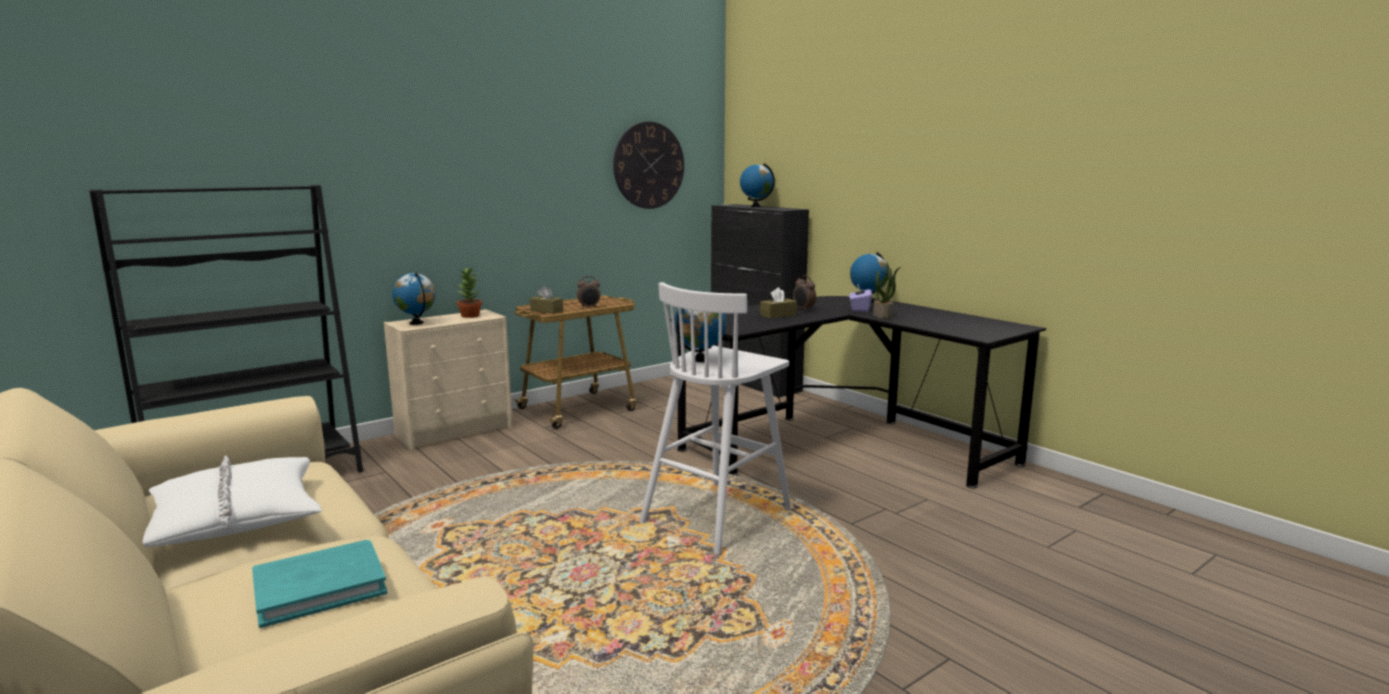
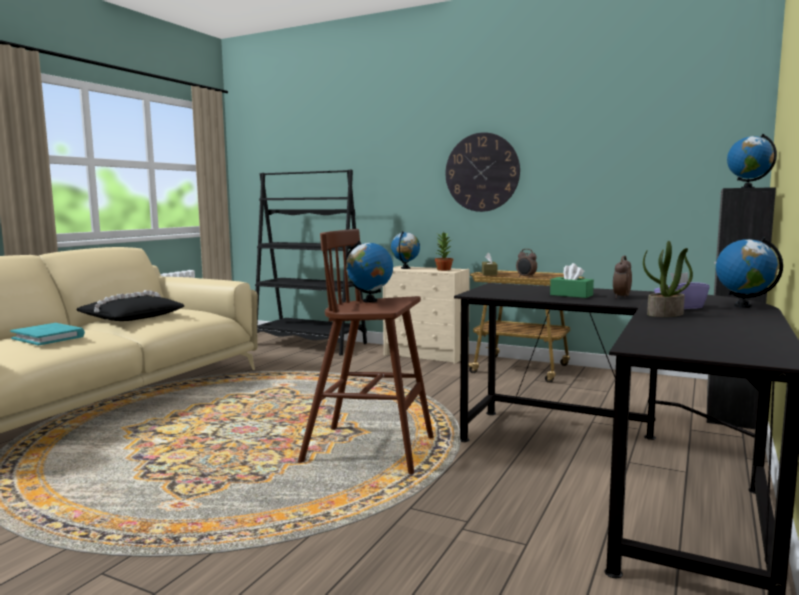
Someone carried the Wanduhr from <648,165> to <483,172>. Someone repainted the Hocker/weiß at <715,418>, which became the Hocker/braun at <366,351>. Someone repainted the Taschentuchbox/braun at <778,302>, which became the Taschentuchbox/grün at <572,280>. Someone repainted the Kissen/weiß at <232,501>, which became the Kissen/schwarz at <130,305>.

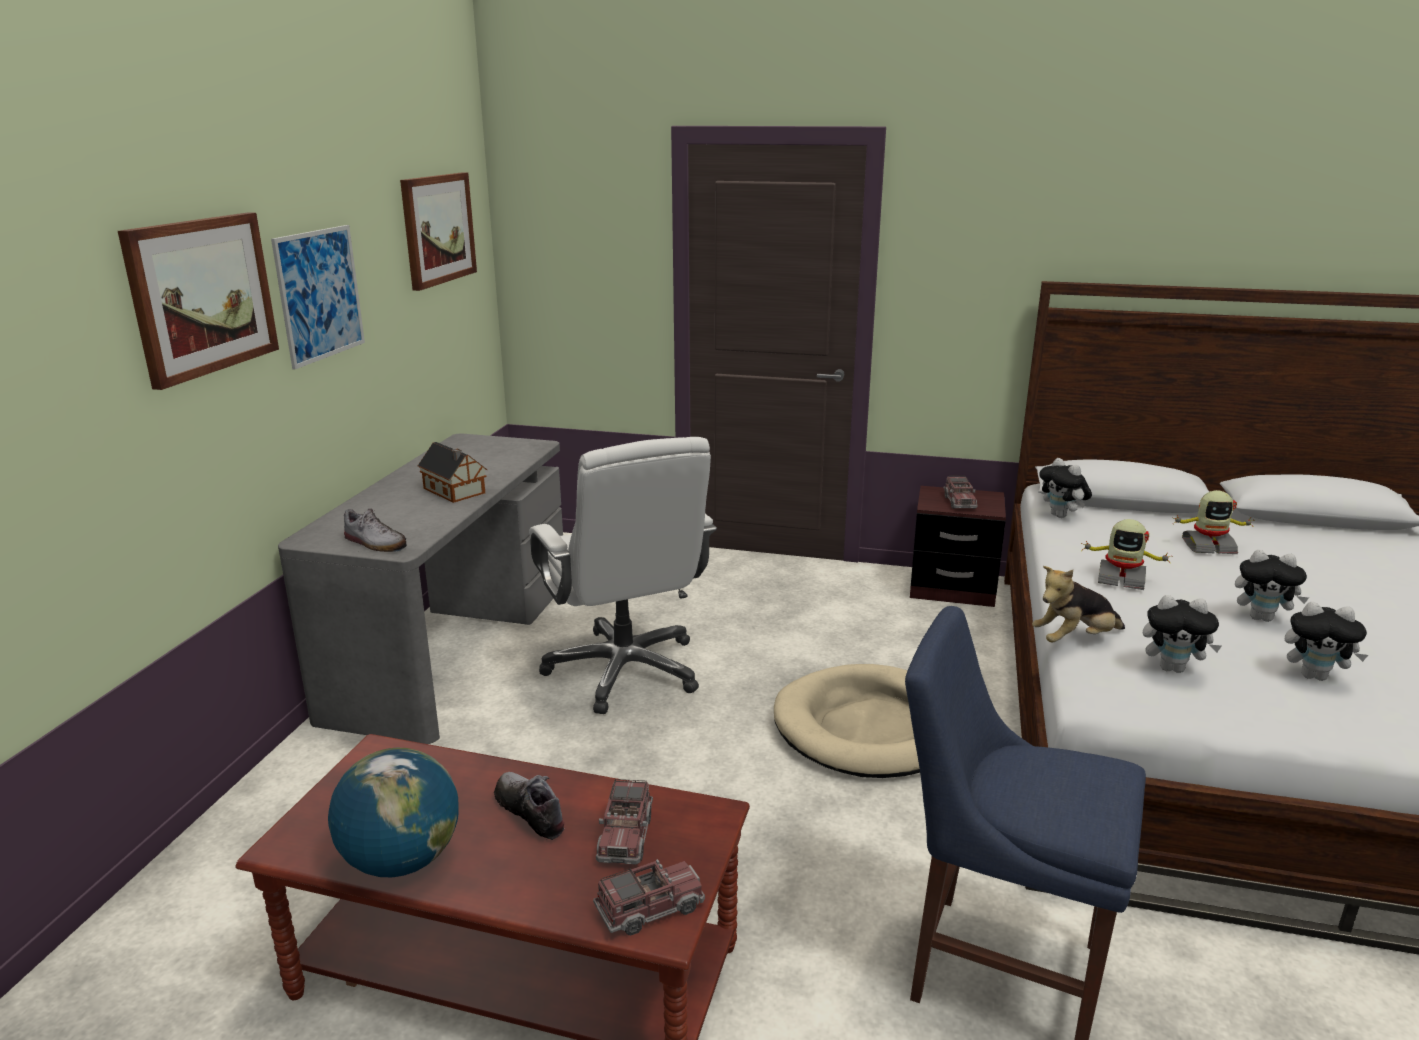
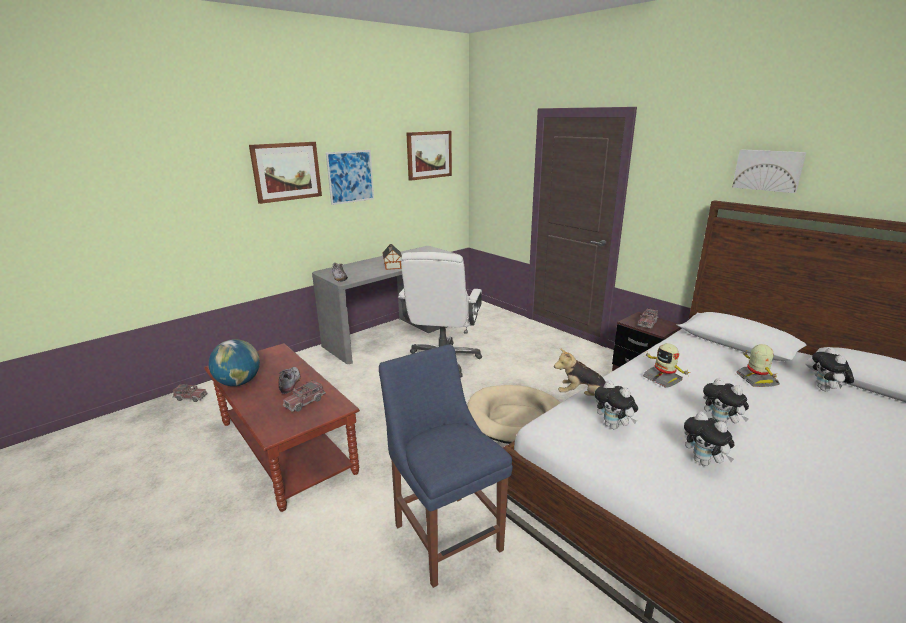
Someone carried the Plüschtier from <1065,488> to <833,369>. Someone rotated the Spielzeugroboter at <1213,522> by 135 degrees counterclockwise. Someone carried the Spielzeuglaster from <649,897> to <190,393>. Someone put up the Bild at <769,171>.

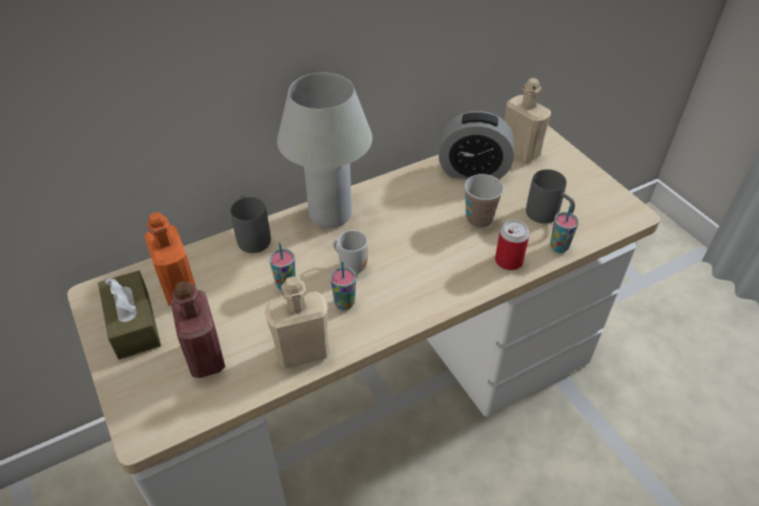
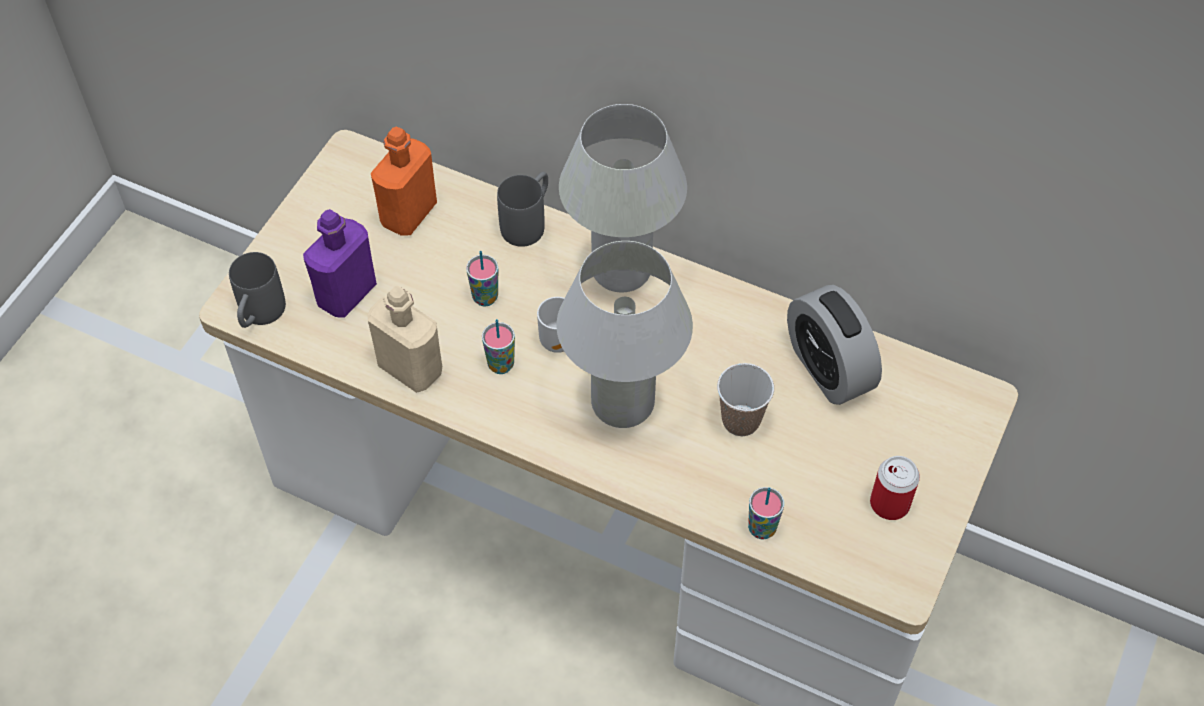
Someone took away the Flasche/beige at <528,120>. Someone carried the Henkelbecher/grau from <550,196> to <257,290>. Someone carried the Dose from <512,245> to <895,488>. Someone took away the Taschentuchbox/braun at <129,315>. Someone repainted the Flasche/rot at <197,329>, which became the Flasche/lila at <340,263>. Someone put down the Tischlampe/weiß at <625,334>.

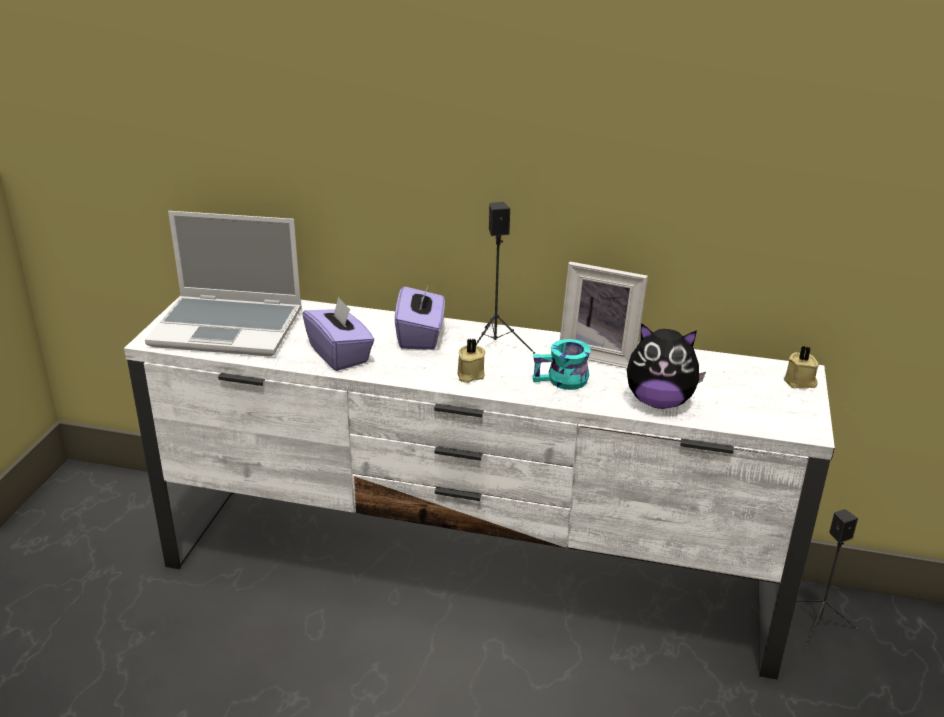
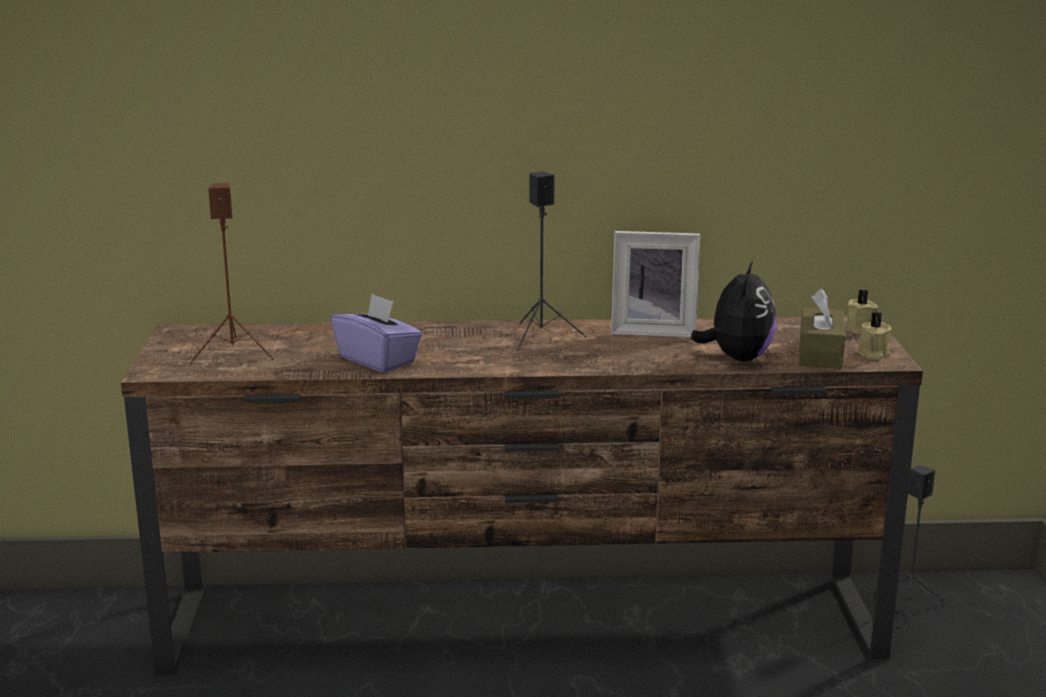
Someone swapped the Laptop at <223,283> for the Lautsprecher/braun at <232,273>. Someone took away the Taschentuchbox/lila at <420,317>. Someone repainted the Fernsehschrank/weiß at <479,487>, which became the Fernsehschrank/braun at <522,495>. Someone rotated the Plüschtier at <666,366> by 75 degrees counterclockwise. Someone carried the Kerze/beige from <472,360> to <873,336>. Someone took away the Henkelbecher/türkis at <562,364>. Someone put down the Taschentuchbox/braun at <822,329>.

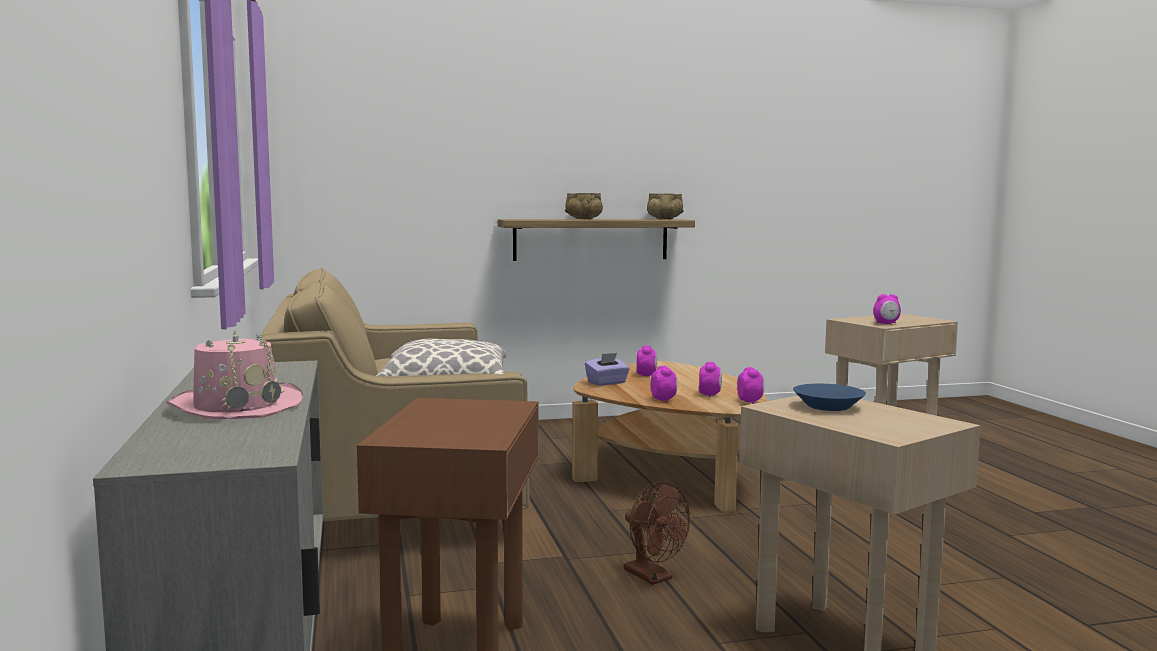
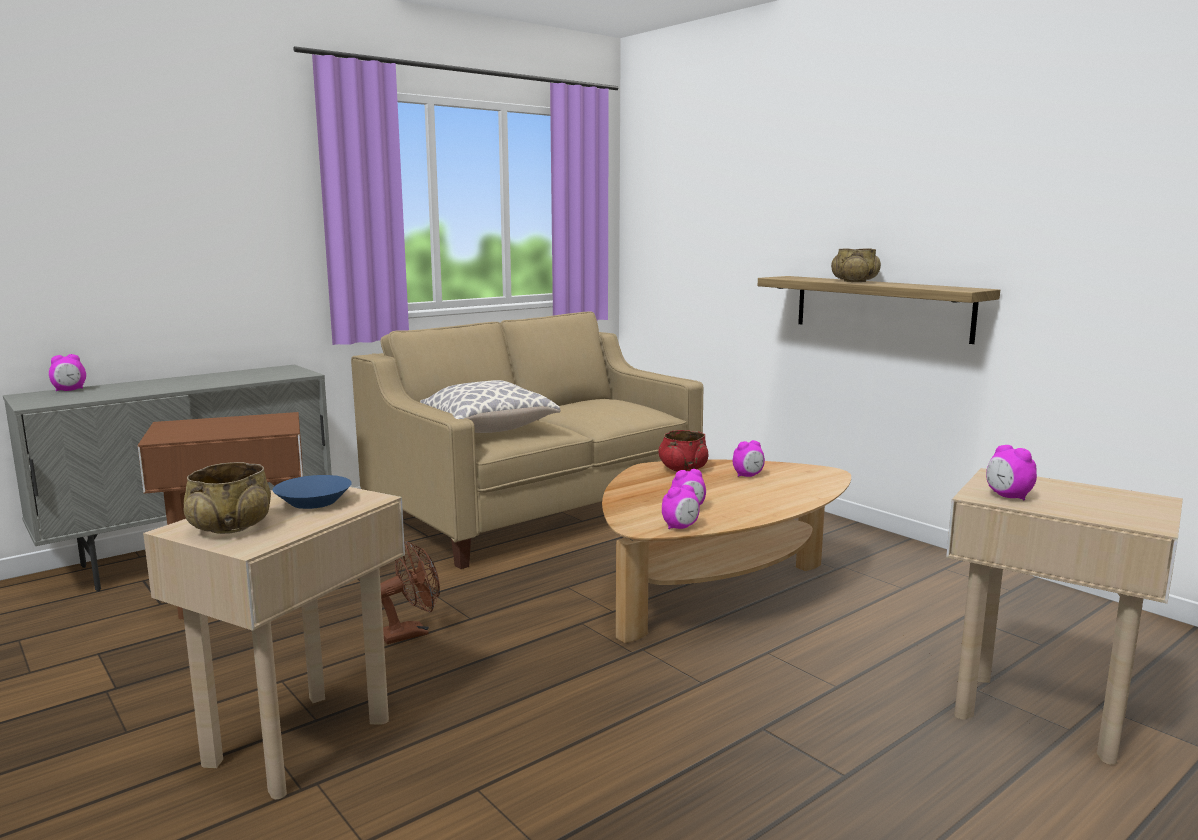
Someone carried the Schüssel/beige from <665,206> to <227,498>. Someone took away the Hut/rosa at <234,375>. Someone swapped the Taschentuchbox/lila at <607,369> for the Schüssel/rot at <683,451>. Someone carried the Wecker from <664,384> to <67,372>. Someone rotated the Ventilator/braun at <657,533> by 150 degrees counterclockwise.

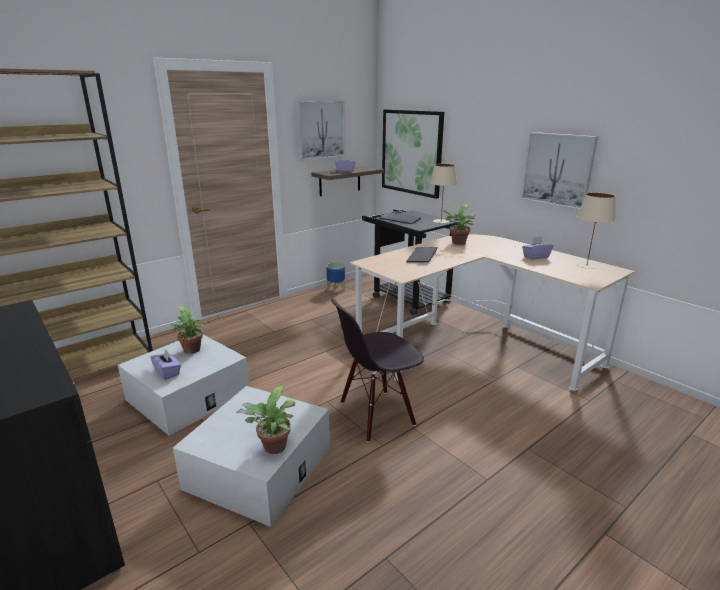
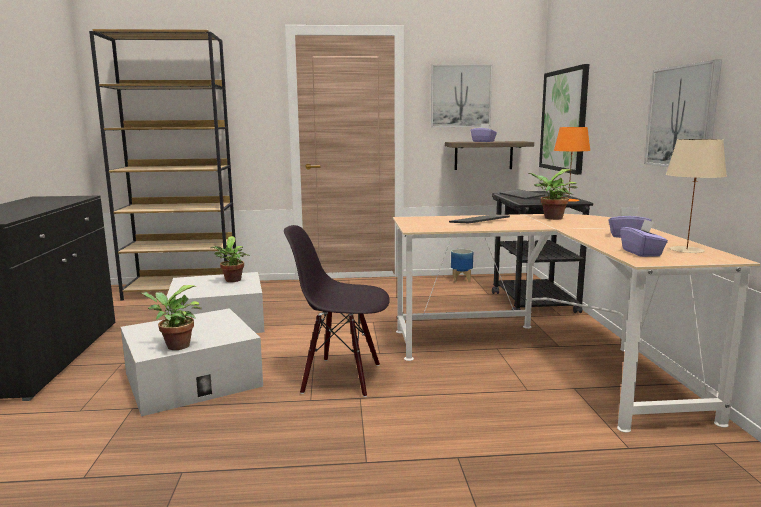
Someone repainted the Tischlampe/beige at <443,193>, which became the Tischlampe/orange at <572,164>. Someone carried the Taschentuchbox/lila from <165,364> to <644,238>.

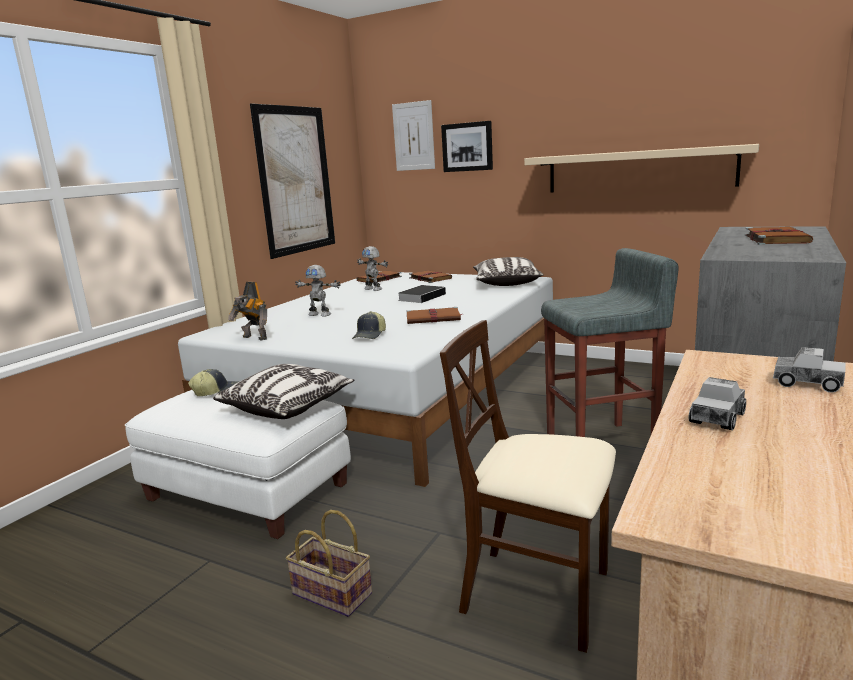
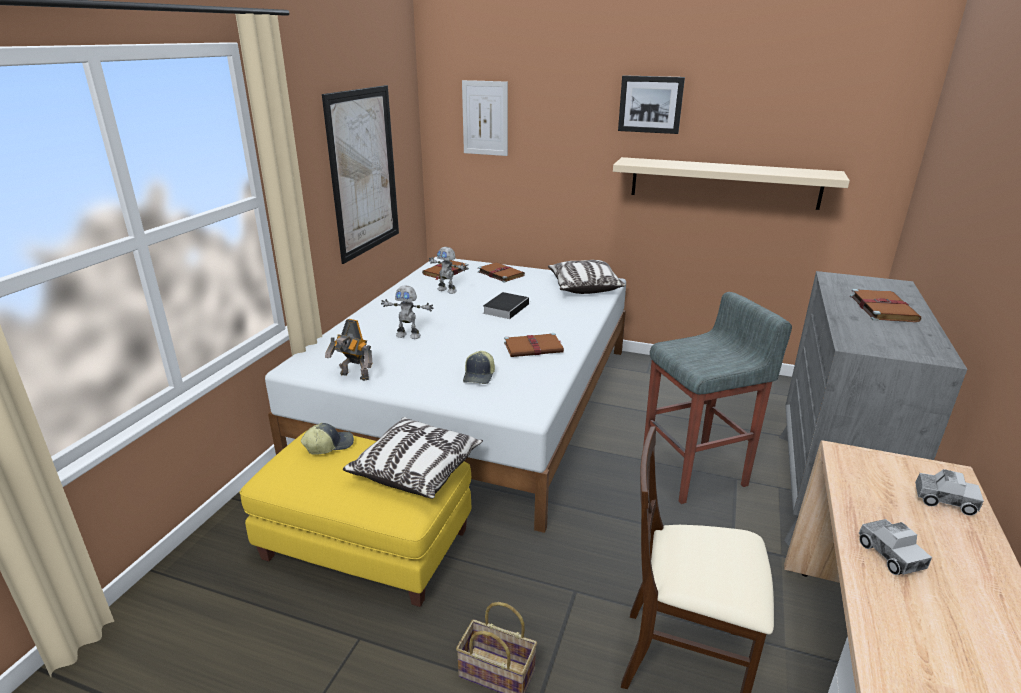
Someone carried the Bild from <467,146> to <651,104>. Someone rotated the Spielzeuglaster at <717,403> by 45 degrees counterclockwise. Someone repainted the Polsterhocker/weiß at <238,464>, which became the Polsterhocker/gelb at <355,519>.

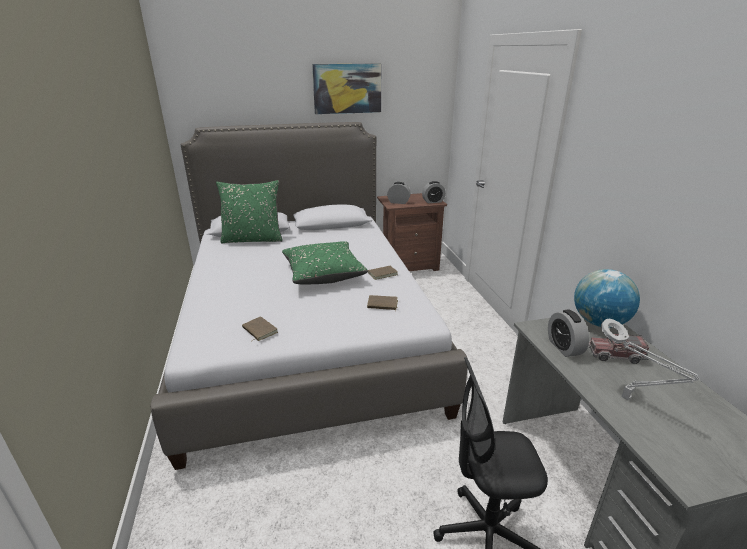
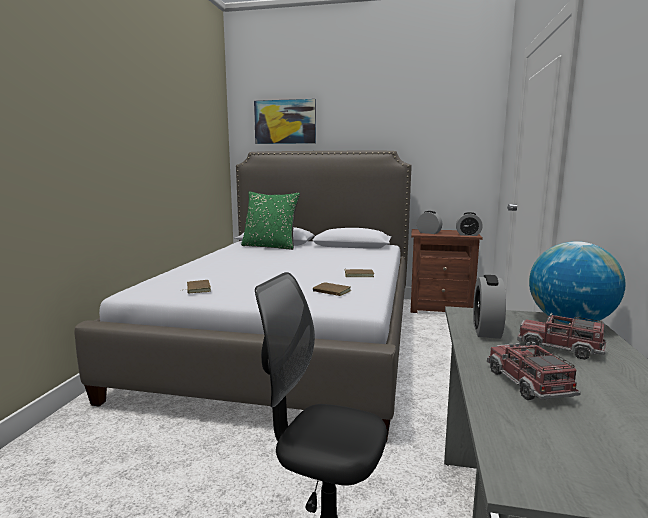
Someone carried the Bild from <346,89> to <285,121>. Someone took away the Kissen/grün at <325,263>. Someone swapped the Tischlampe/grau at <650,359> for the Spielzeuglaster at <534,371>.

